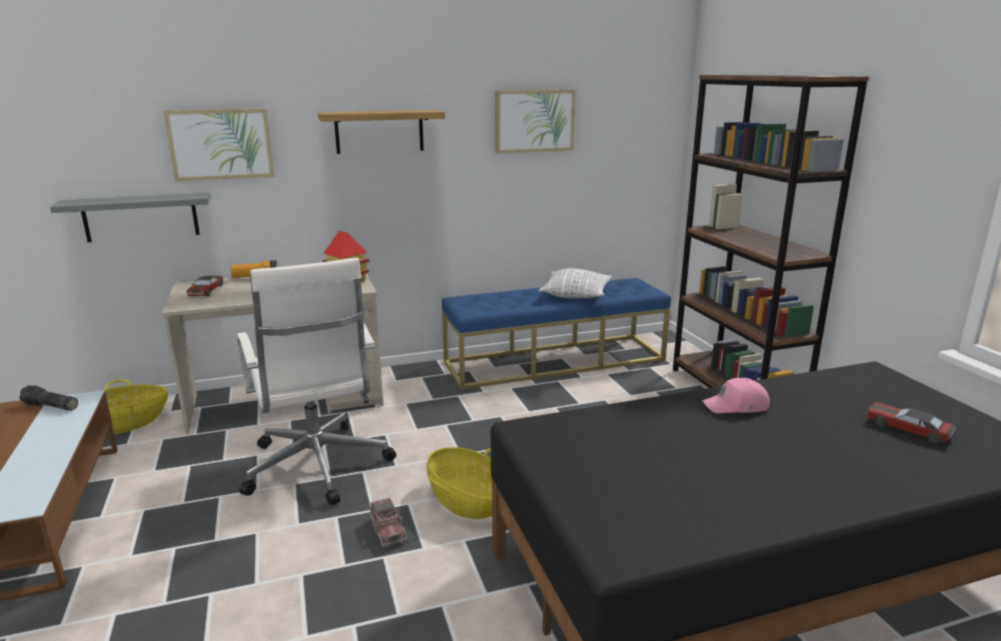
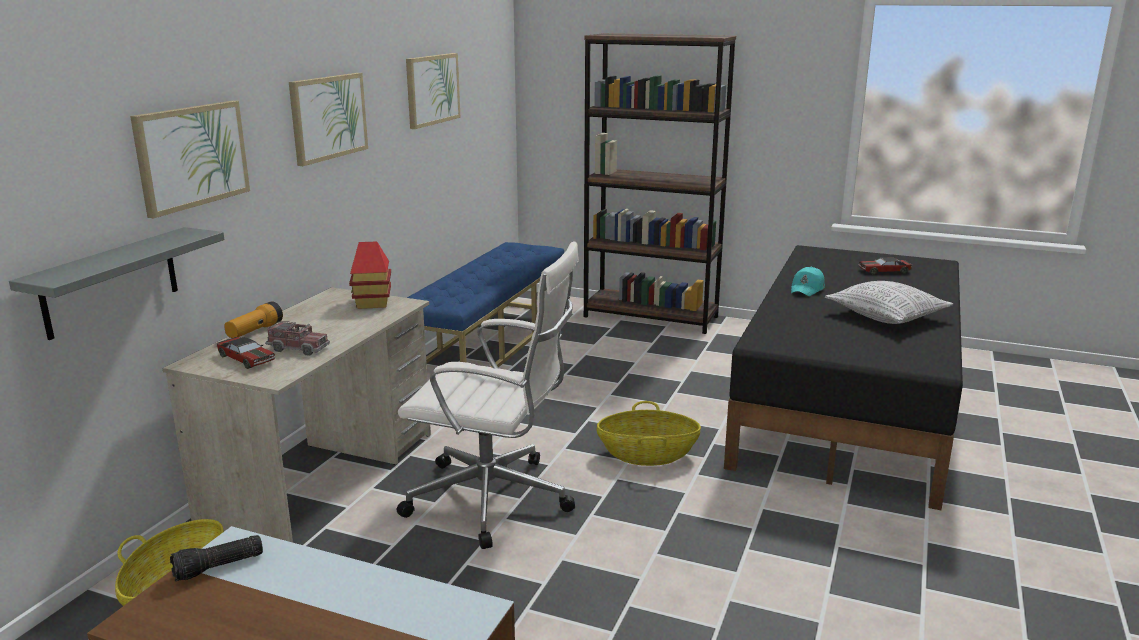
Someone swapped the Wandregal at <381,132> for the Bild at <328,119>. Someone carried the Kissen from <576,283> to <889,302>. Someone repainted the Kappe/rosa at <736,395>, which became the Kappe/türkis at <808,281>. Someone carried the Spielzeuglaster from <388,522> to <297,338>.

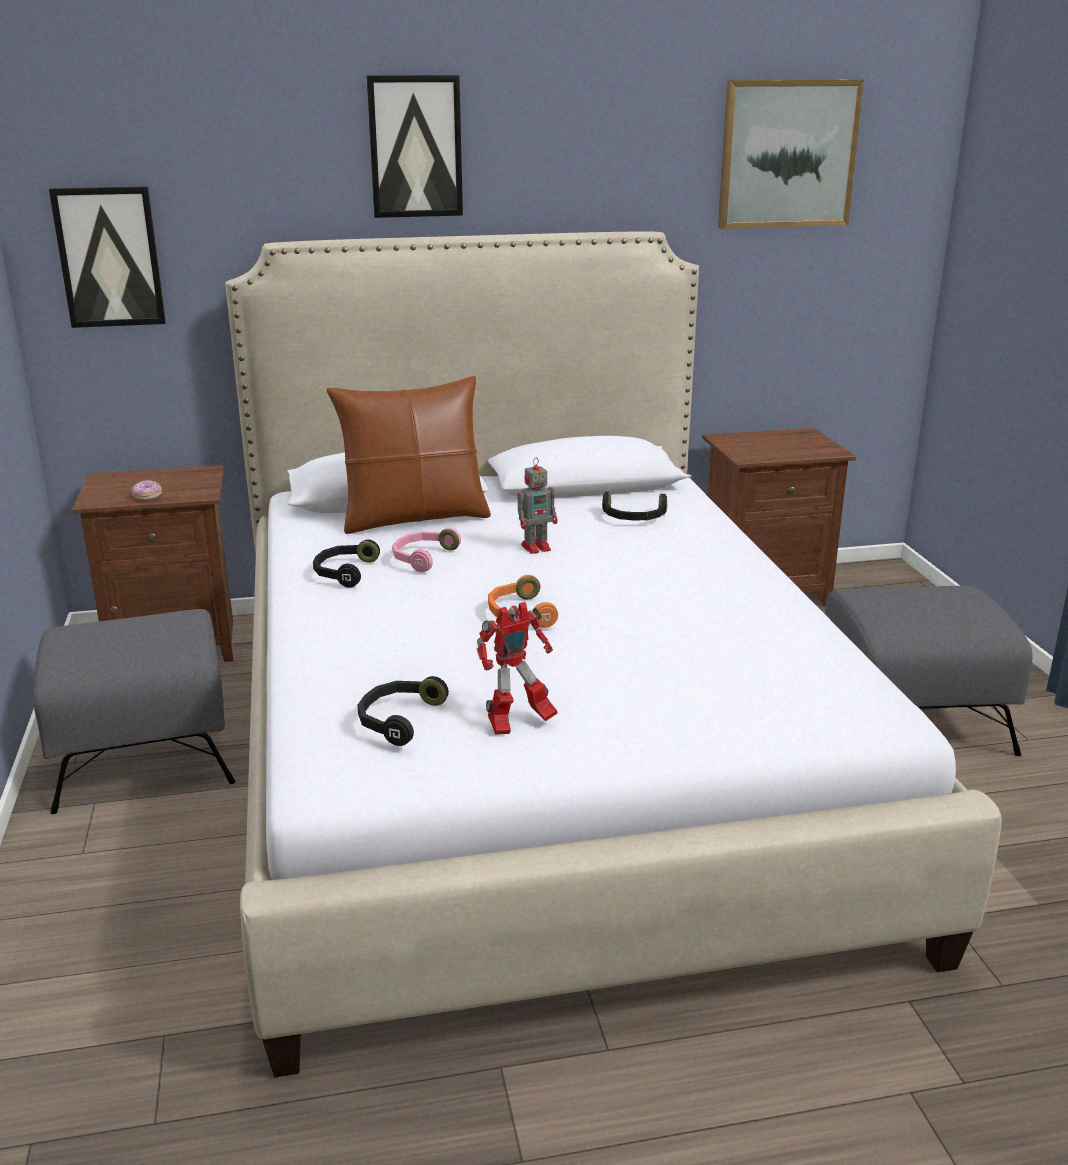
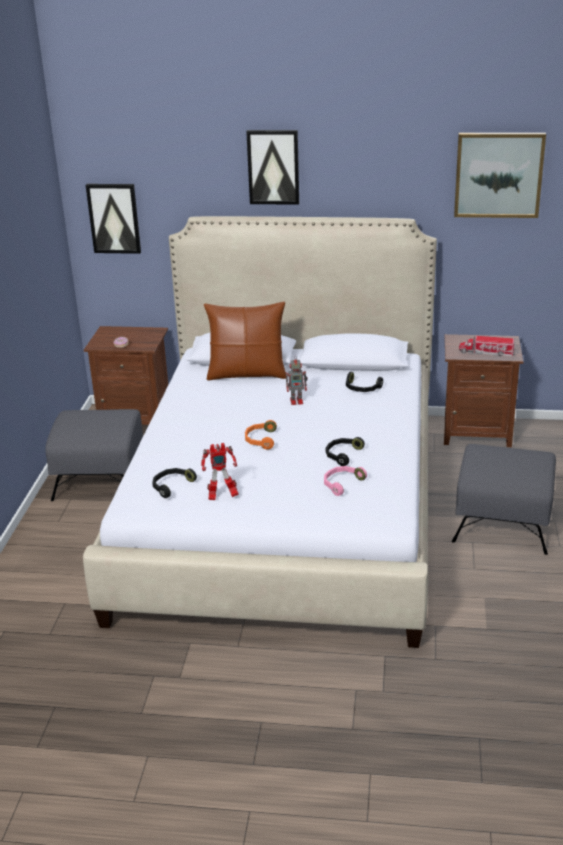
Someone carried the Kopfhörer/rosa from <426,550> to <345,481>. Someone carried the Kopfhörer/schwarz from <346,563> to <345,451>. Someone put down the Spielzeuglaster at <487,345>.

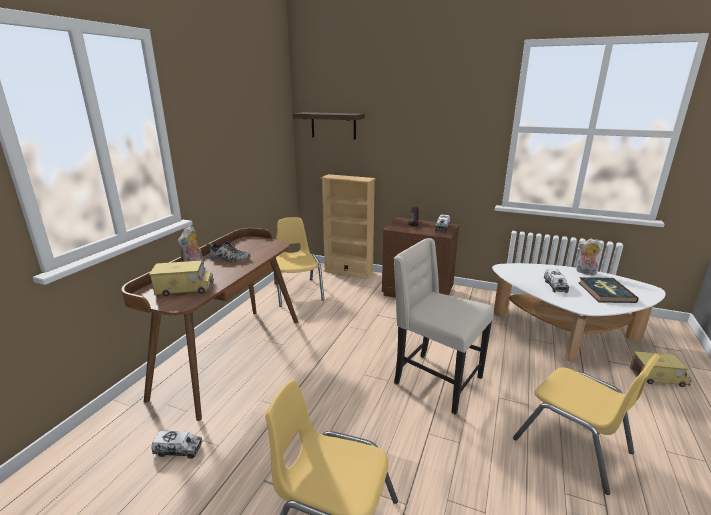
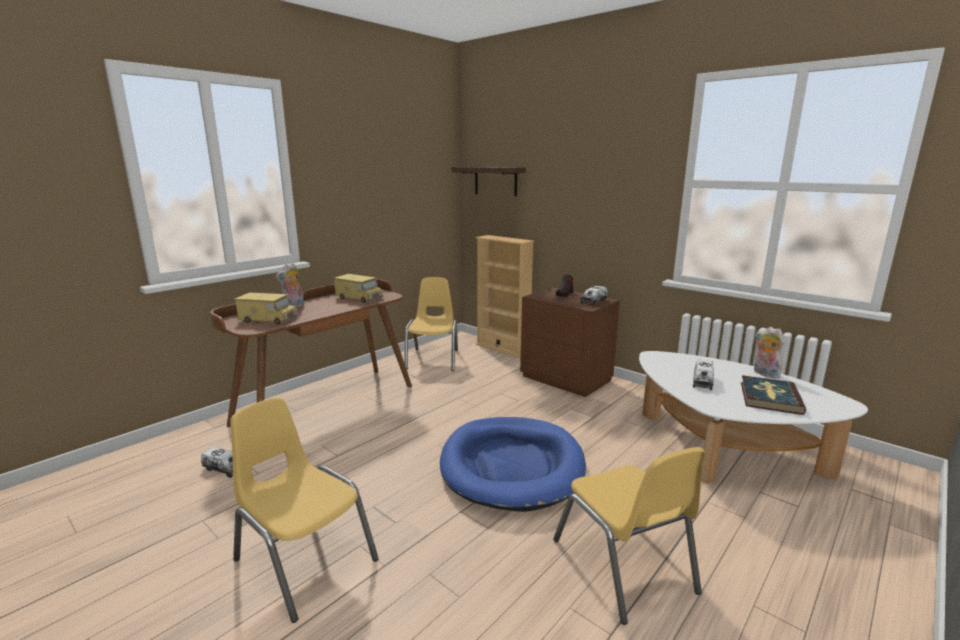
Someone swapped the Stuhl/beige at <444,326> for the Hundebett/blau at <513,464>. Someone took away the Schuh at <228,252>. Someone carried the Spielzeuglaster from <661,369> to <358,288>.

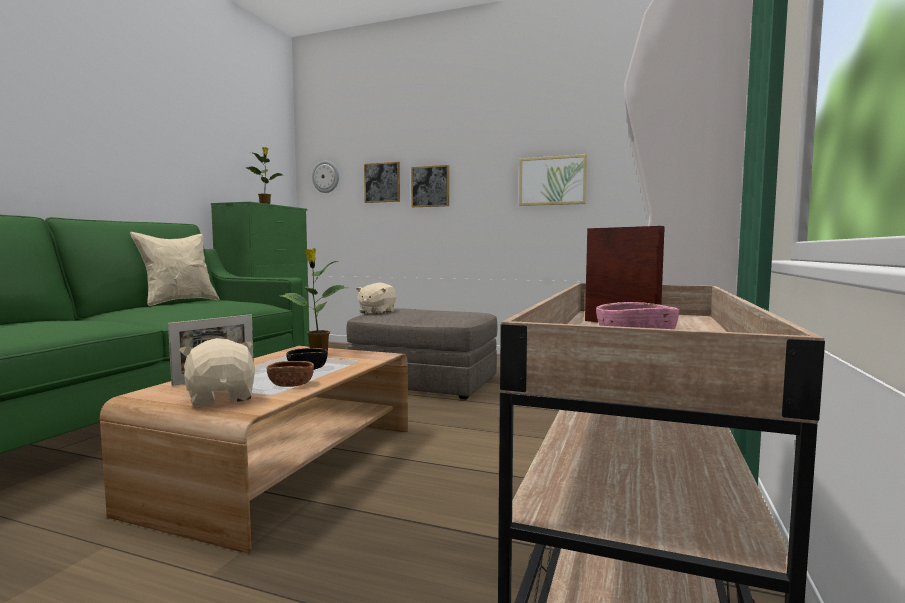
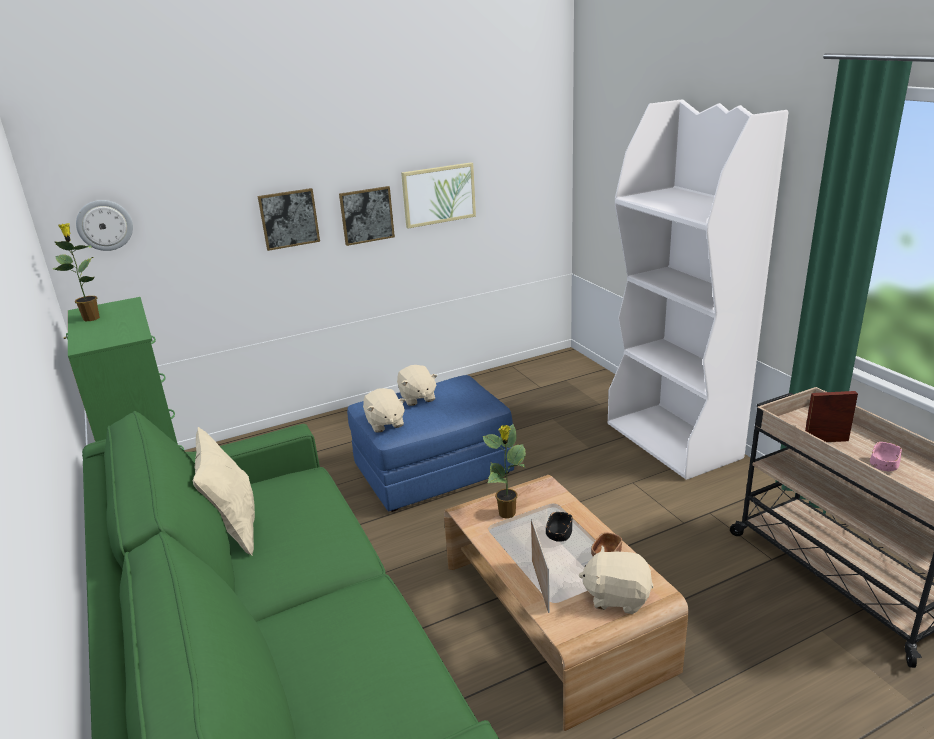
Someone carried the Bild from <382,182> to <367,216>. Someone repainted the Polsterhocker/grau at <422,353>, which became the Polsterhocker/blau at <430,443>. Someone put down the Plüschtier/beige at <417,385>.

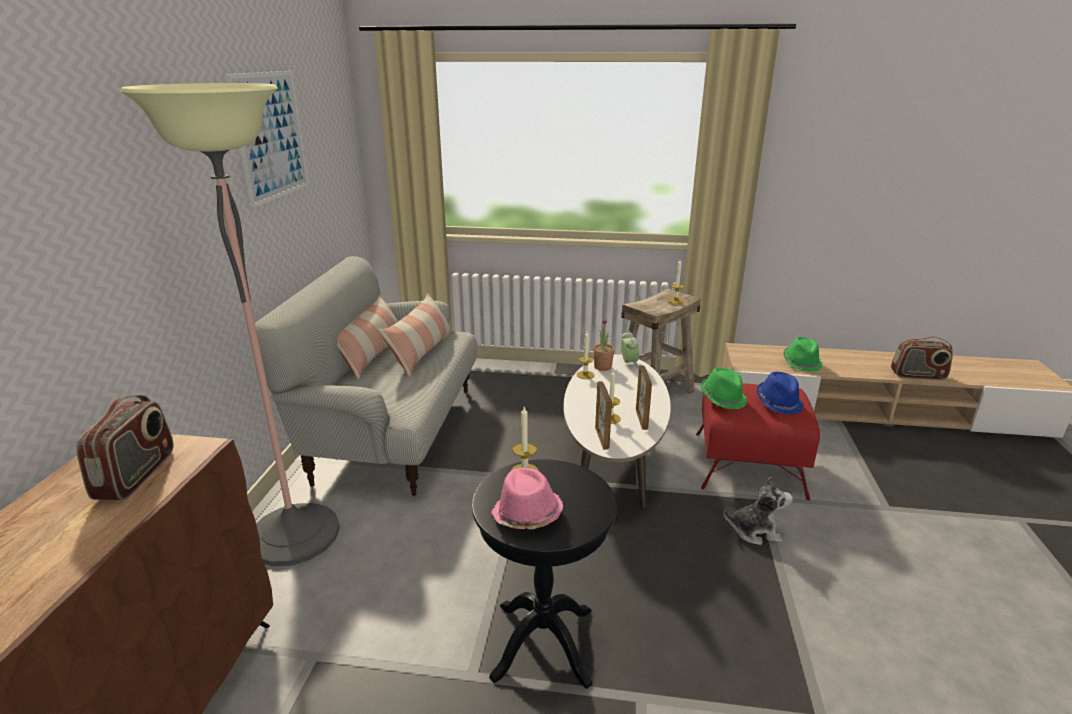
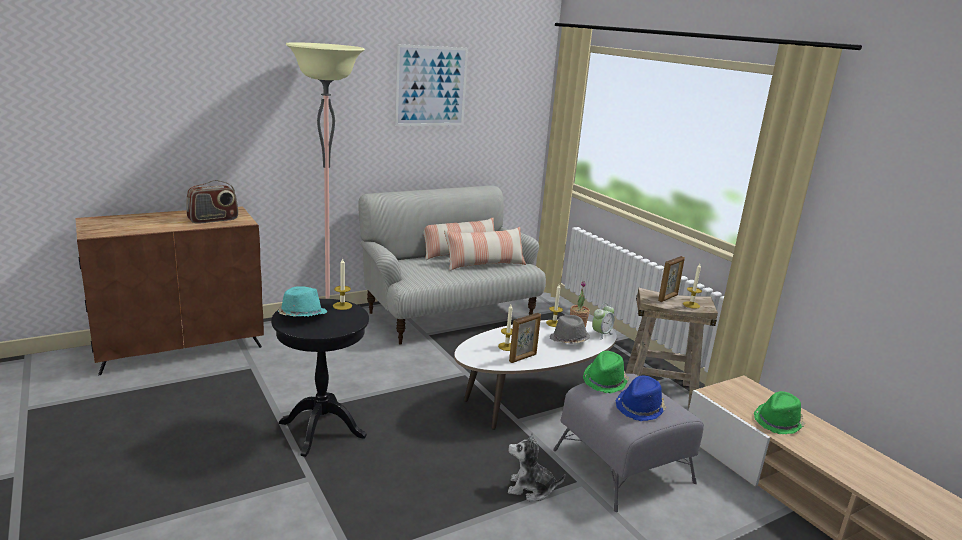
Someone took away the Radio at <922,358>. Someone carried the Bilderrahmen from <603,415> to <671,279>. Someone repainted the Polsterhocker/rot at <758,442>, which became the Polsterhocker/grau at <628,443>. Someone repainted the Hut/rosa at <527,498>, which became the Hut/türkis at <302,301>. Someone rotated the Plüschtier at <758,510> by 135 degrees clockwise. Someone put down the Hut/grau at <570,329>.

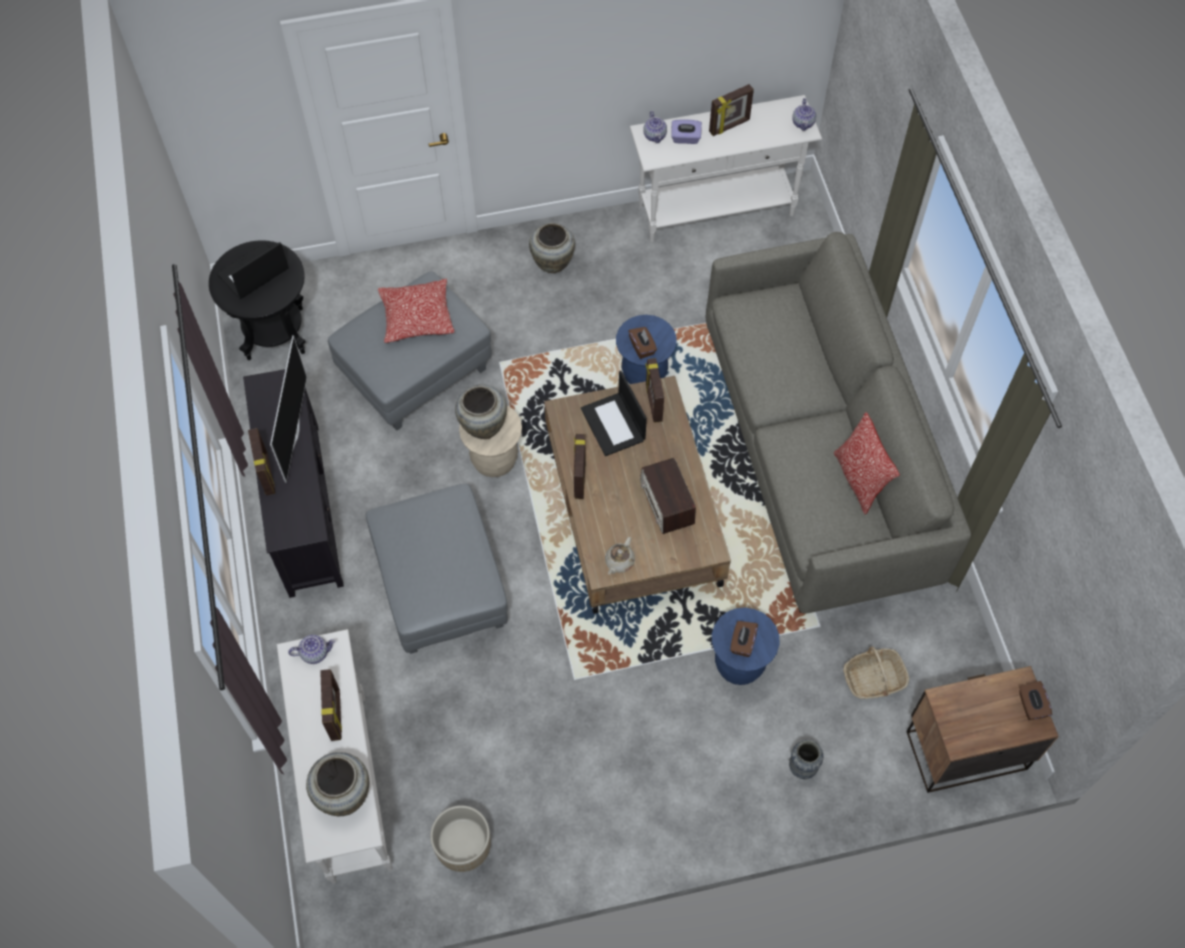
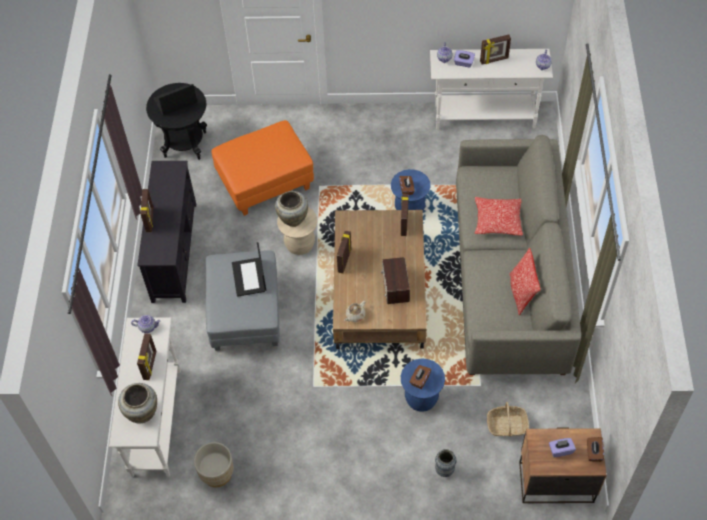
Someone took away the Vase/beige at <552,248>. Someone repainted the Polsterhocker/grau at <410,350>, which became the Polsterhocker/orange at <262,168>. Someone carried the Kissen from <416,311> to <499,216>. Someone took away the Fernseher at <288,409>. Someone carried the Laptop from <614,413> to <249,269>. Someone put down the Taschentuchbox/lila at <562,448>.

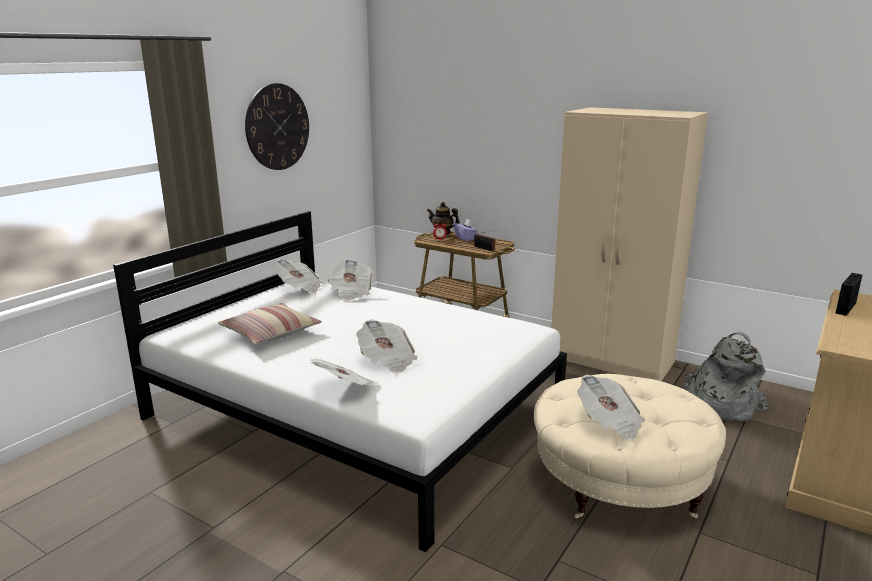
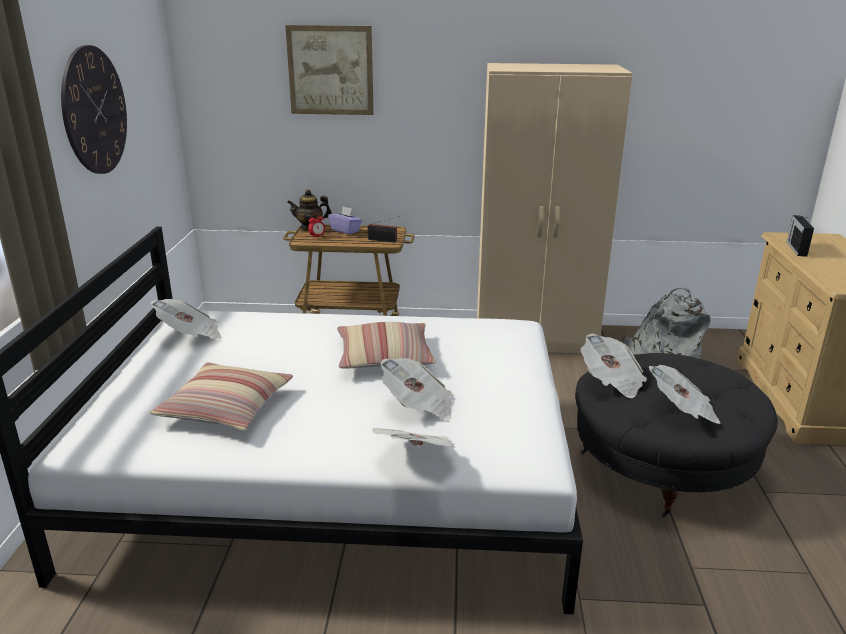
Someone carried the Zeitung from <351,280> to <614,366>. Someone repainted the Polsterhocker/beige at <630,446>, which became the Polsterhocker/schwarz at <676,435>. Someone put up the Bild at <329,70>. Someone put down the Kissen at <386,345>.

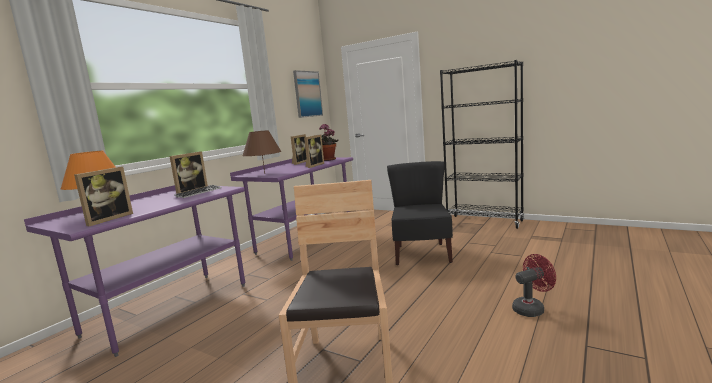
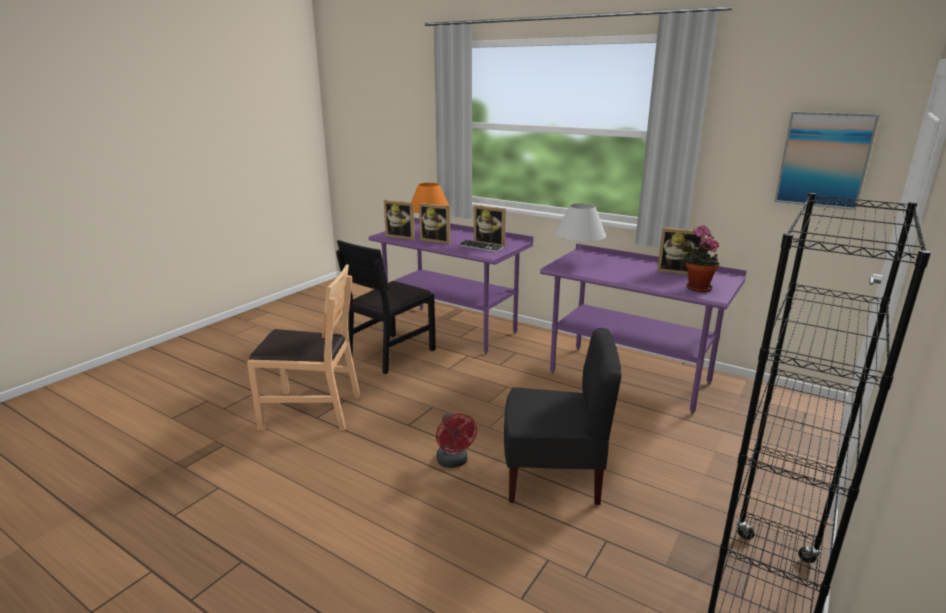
Someone repainted the Tischlampe/braun at <261,151>, which became the Tischlampe/weiß at <580,232>. Someone carried the Bilderrahmen from <314,151> to <434,223>. Someone carried the Ventilator/rot from <534,285> to <456,440>. Someone put down the Stuhl/schwarz at <386,307>.

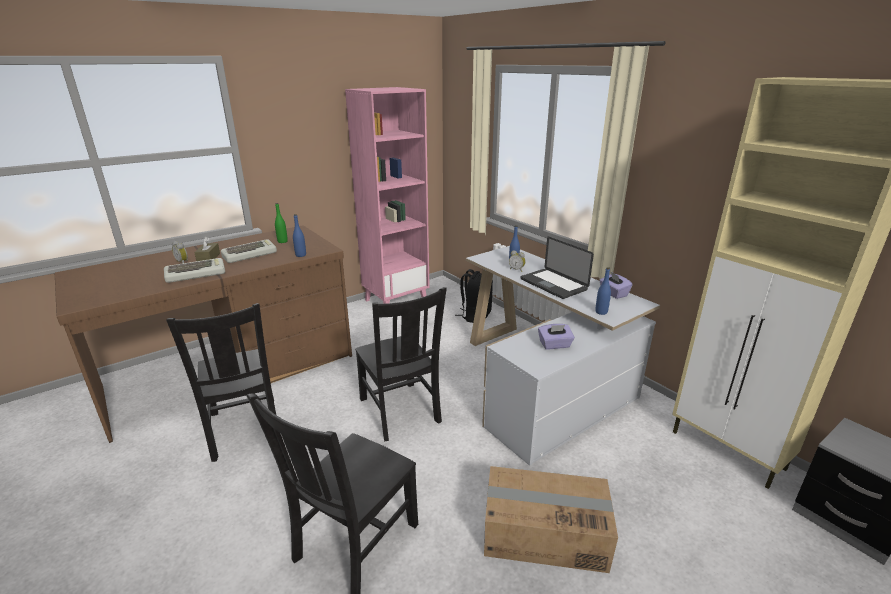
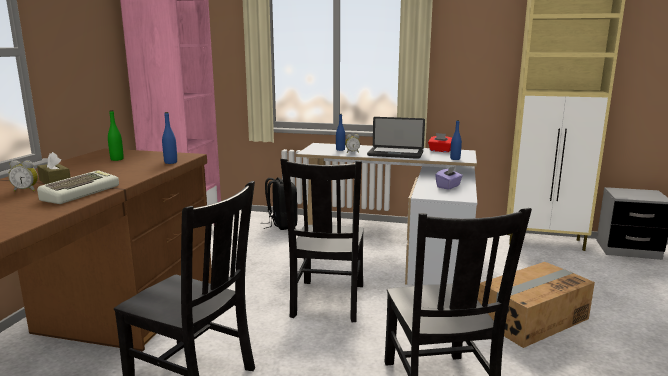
Someone took away the Tastatur at <249,251>. Someone repainted the Taschentuchbox/lila at <616,285>, which became the Taschentuchbox/rot at <440,142>. Someone rotated the Stuhl/schwarz at <401,364> by 75 degrees clockwise.

